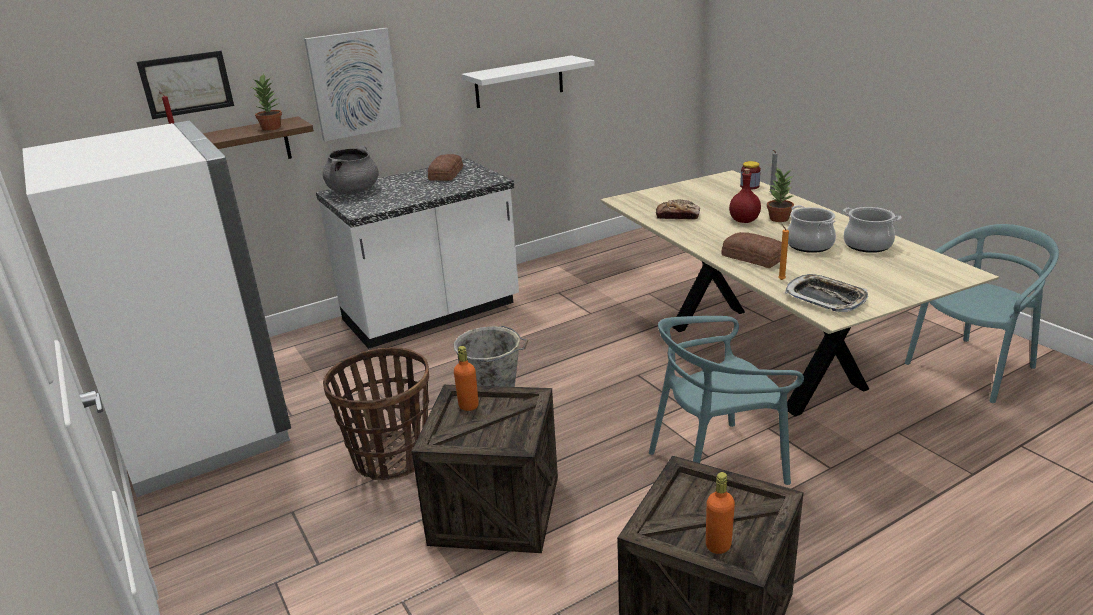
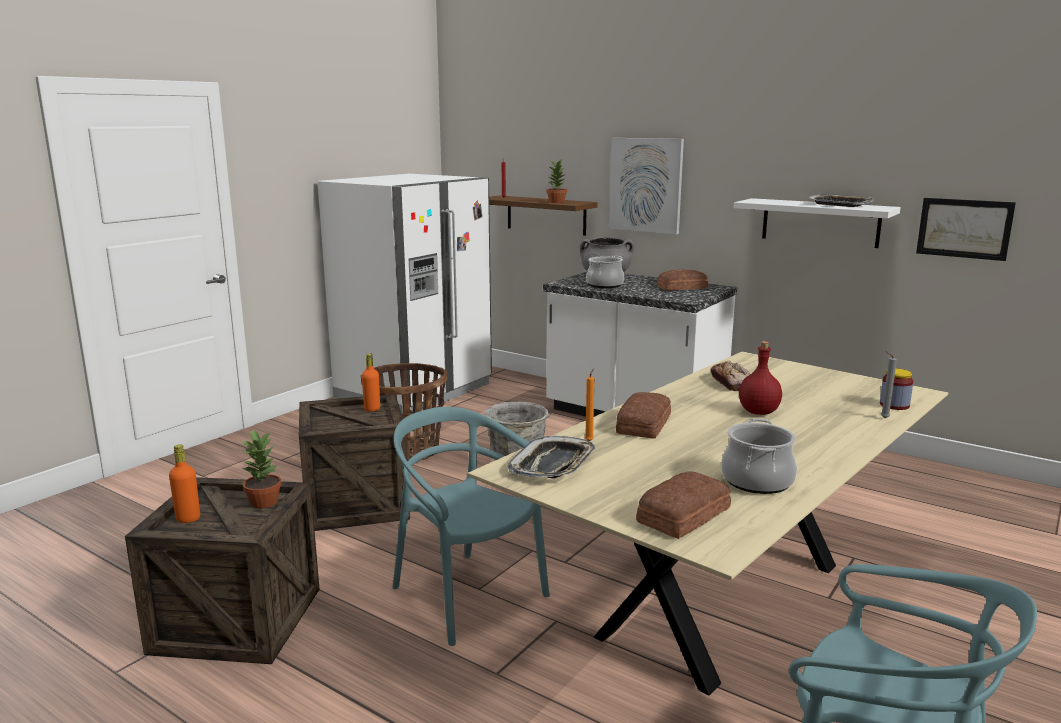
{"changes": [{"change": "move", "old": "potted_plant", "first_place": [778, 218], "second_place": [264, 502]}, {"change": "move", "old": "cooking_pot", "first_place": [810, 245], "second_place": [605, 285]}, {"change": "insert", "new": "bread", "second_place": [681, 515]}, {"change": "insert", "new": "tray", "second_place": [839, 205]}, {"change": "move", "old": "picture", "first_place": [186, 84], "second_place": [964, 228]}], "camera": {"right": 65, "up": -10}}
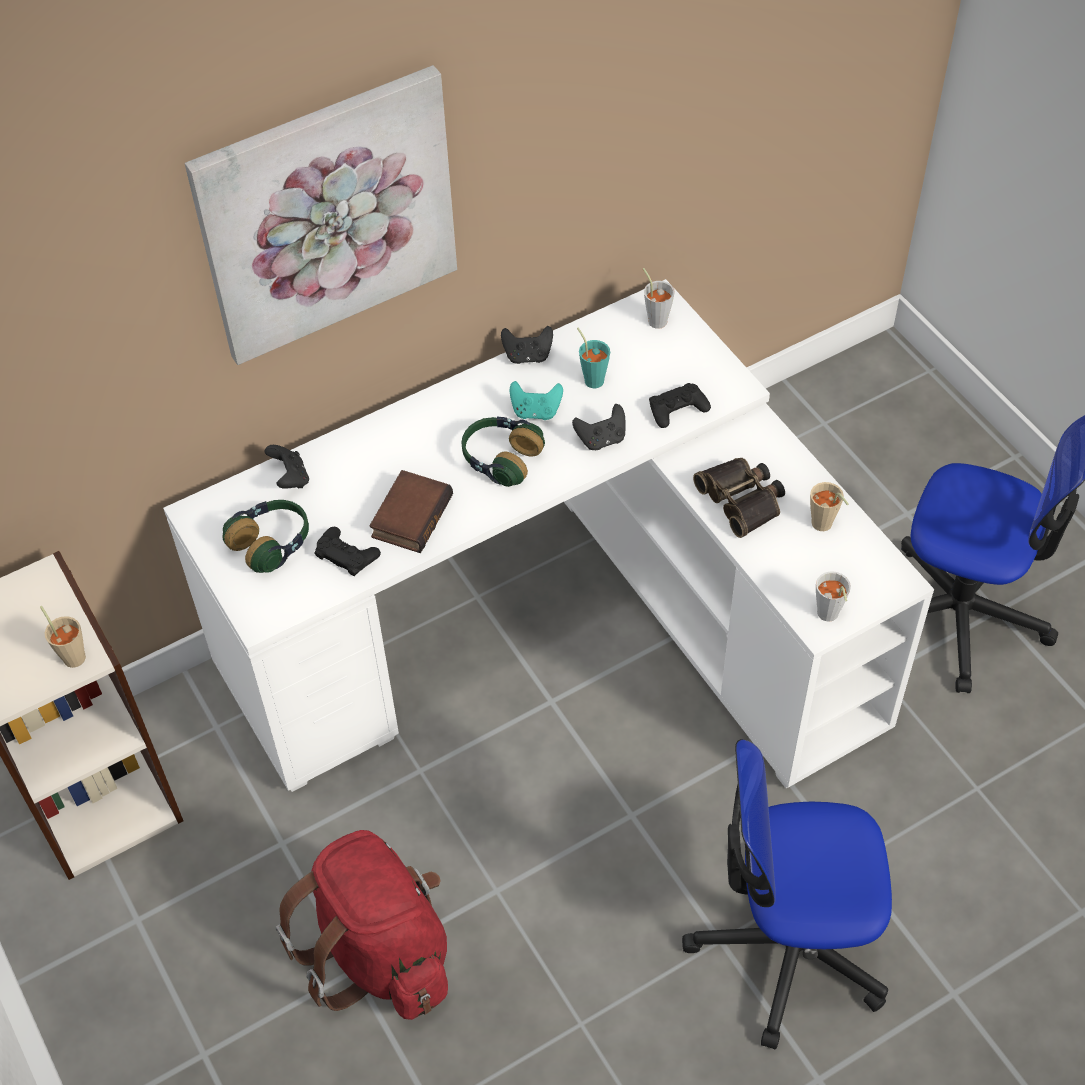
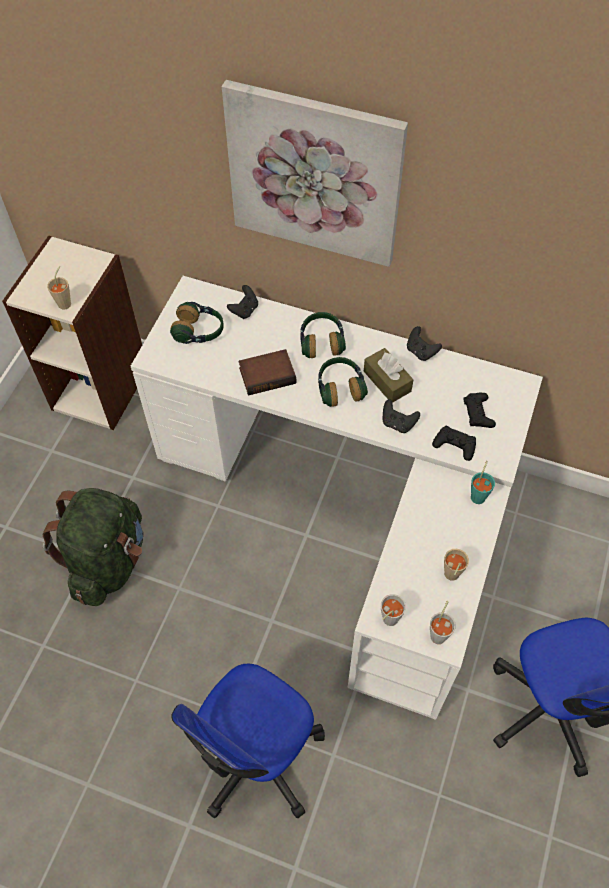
{"changes": [{"change": "recolor", "old": "red_backpack", "new": "green_backpack", "first_place": [380, 952], "second_place": [108, 561]}, {"change": "rotate", "old": "office_chair", "first_place": [788, 946], "second_place": [256, 755], "degrees": -105}, {"change": "insert", "new": "headphones", "second_place": [321, 341]}, {"change": "replace", "old": "turquoise_game_controller", "new": "brown_tissue_box", "first_place": [536, 411], "second_place": [387, 381]}, {"change": "move", "old": "grey_cup", "first_place": [655, 318], "second_place": [439, 633]}, {"change": "move", "old": "black_game_controller", "first_place": [346, 555], "second_place": [478, 413]}, {"change": "move", "old": "turquoise_cup", "first_place": [592, 377], "second_place": [479, 495]}, {"change": "delete", "old": "binoculars", "first_place": [743, 499]}], "camera": {"right": 50, "up": 5}}
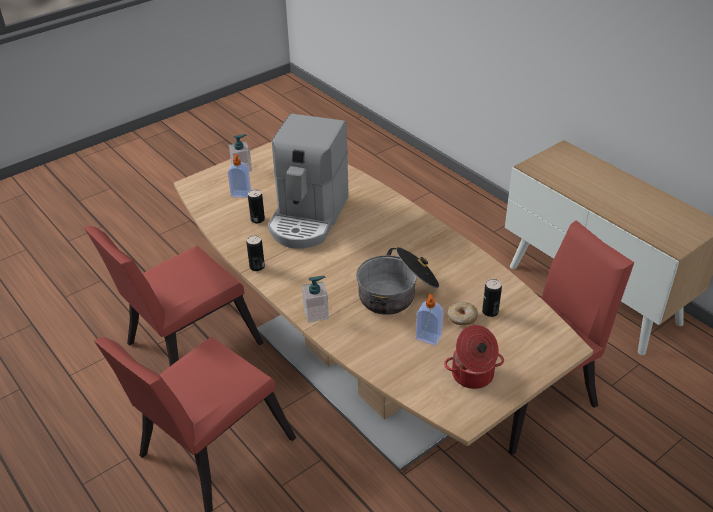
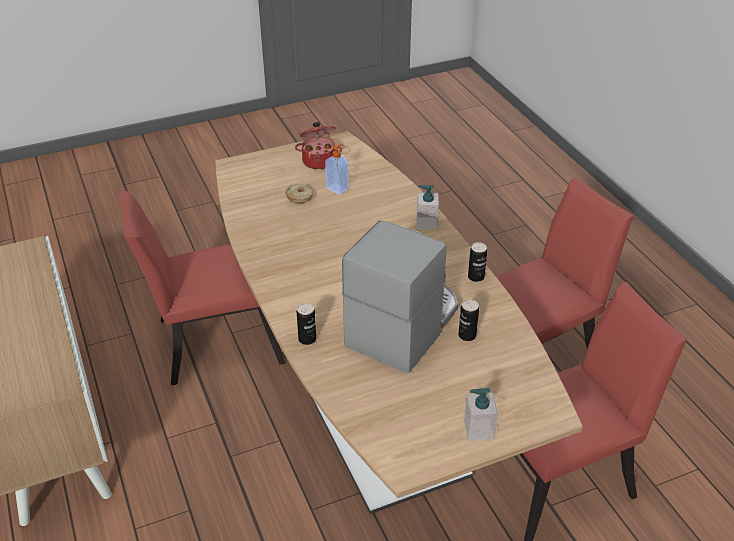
{"changes": [{"change": "move", "old": "can", "first_place": [490, 312], "second_place": [307, 339]}, {"change": "delete", "old": "soap_dispenser", "first_place": [240, 194]}, {"change": "delete", "old": "cooking_pot", "first_place": [397, 293]}], "camera": {"right": -165, "up": 0}}
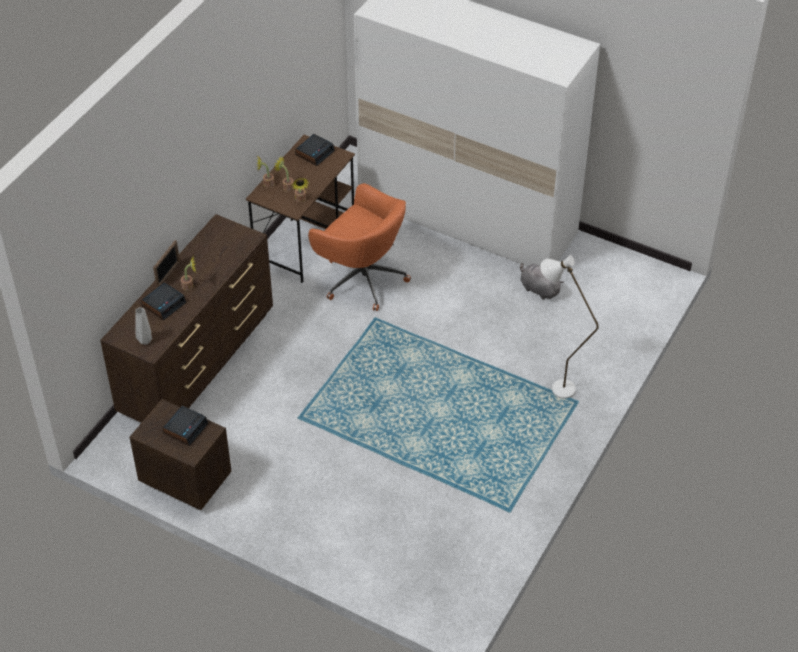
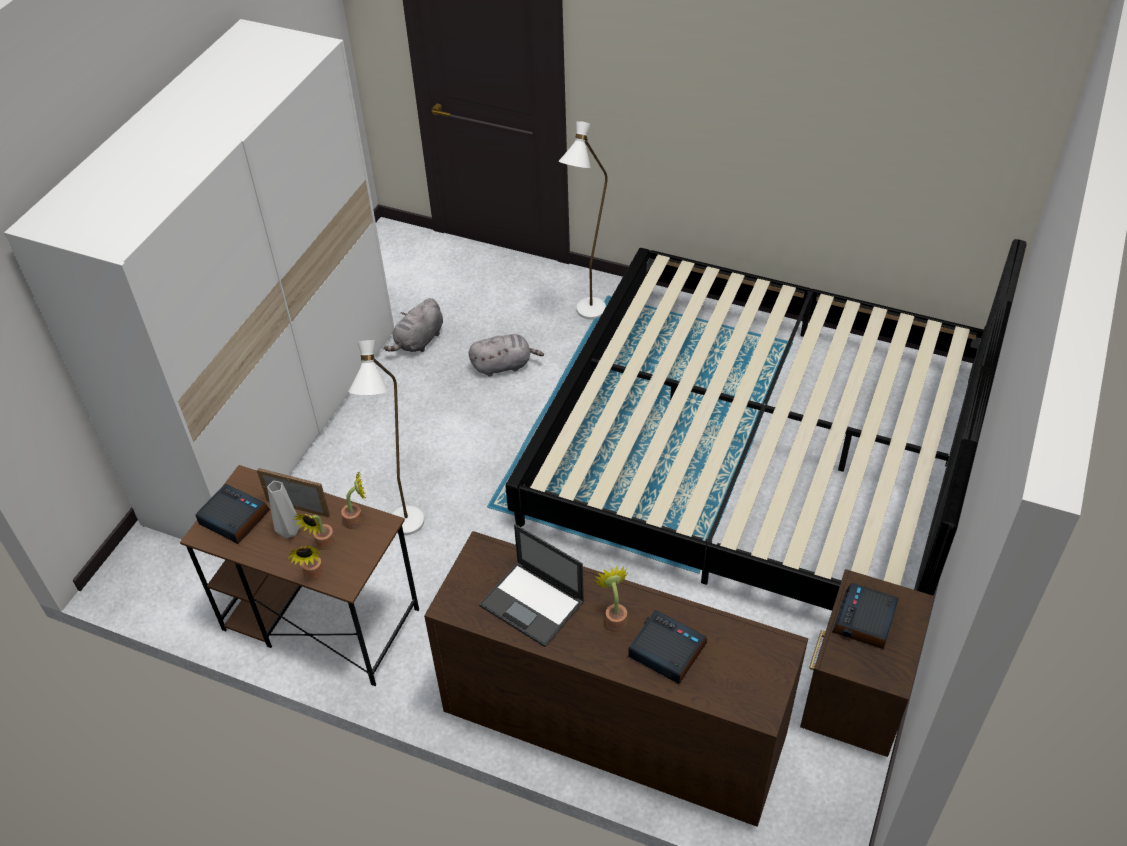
{"changes": [{"change": "move", "old": "picture_frame", "first_place": [168, 275], "second_place": [298, 507]}, {"change": "move", "old": "grey_vase", "first_place": [145, 340], "second_place": [288, 532]}, {"change": "replace", "old": "orange_office_chair", "new": "white_floor_lamp", "first_place": [362, 278], "second_place": [406, 532]}, {"change": "insert", "new": "grey_plush_toy", "second_place": [504, 365]}, {"change": "insert", "new": "laptop", "second_place": [533, 604]}, {"change": "insert", "new": "bed", "second_place": [757, 451]}, {"change": "rotate", "old": "alarm_clock", "first_place": [185, 428], "second_place": [864, 621], "degrees": -90}], "camera": {"right": -95, "up": 0}}
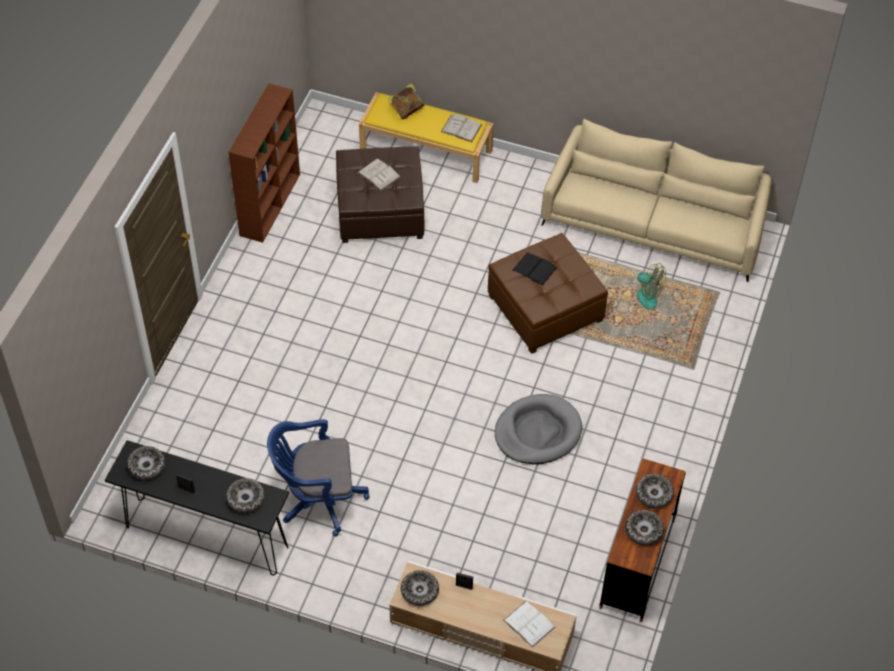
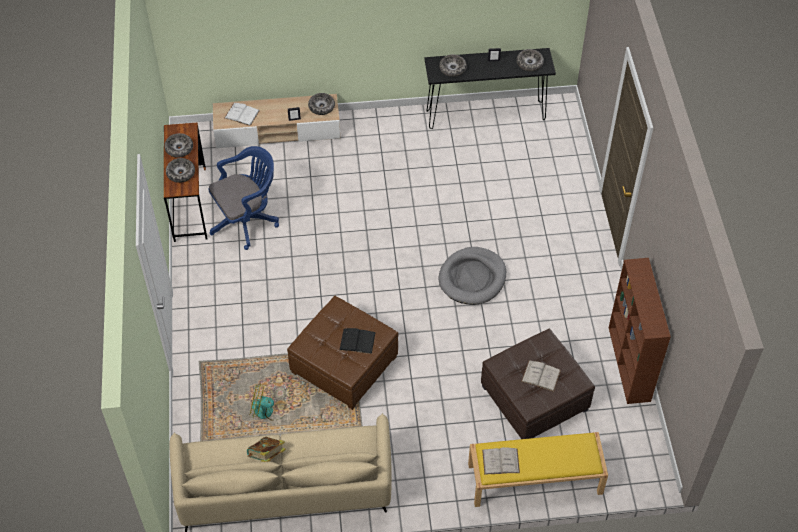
{"changes": [{"change": "move", "old": "blue_office_chair", "first_place": [317, 499], "second_place": [247, 220]}, {"change": "move", "old": "book", "first_place": [407, 110], "second_place": [266, 456]}, {"change": "move", "old": "grey_dog_bed", "first_place": [537, 432], "second_place": [472, 278]}], "camera": {"right": 155, "up": 0}}
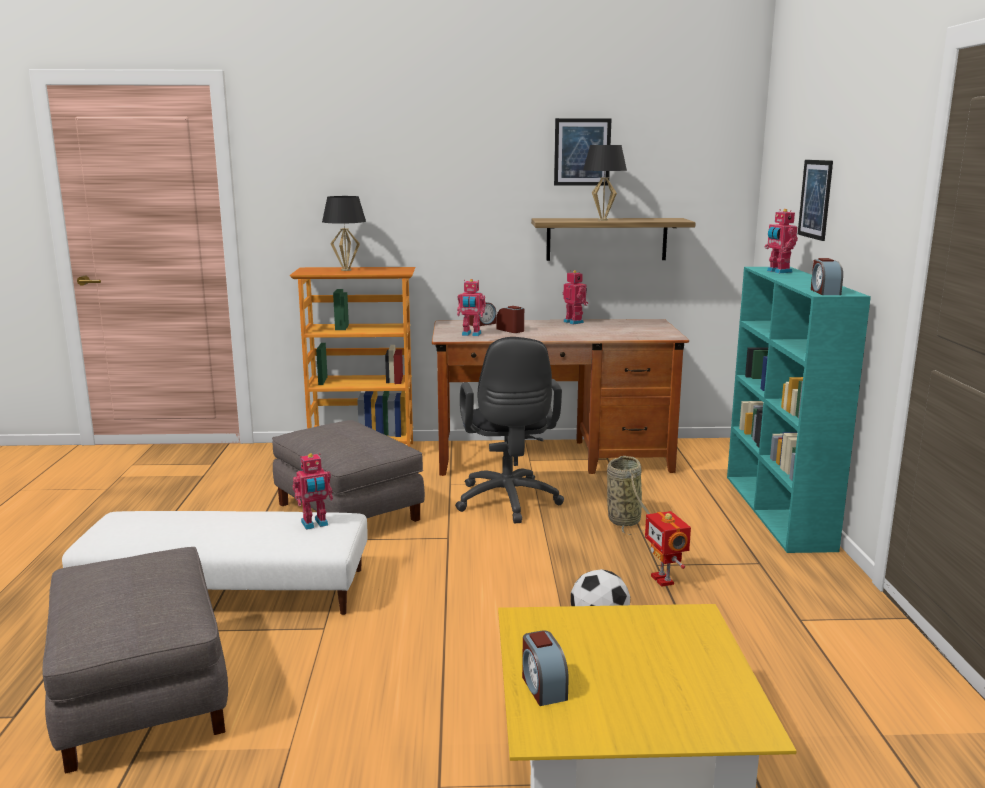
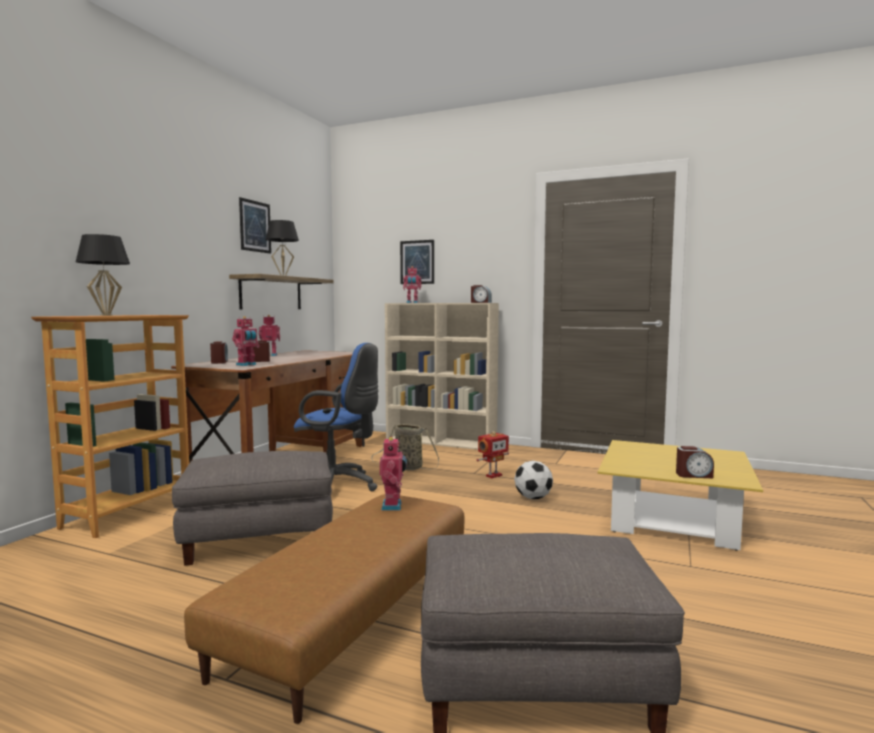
{"changes": [{"change": "recolor", "old": "white_ottoman", "new": "brown_ottoman", "first_place": [227, 589], "second_place": [351, 612]}, {"change": "recolor", "old": "black_office_chair", "new": "blue_office_chair", "first_place": [508, 503], "second_place": [337, 487]}, {"change": "recolor", "old": "turquoise_bookcase", "new": "beige_bookcase", "first_place": [778, 512], "second_place": [441, 442]}, {"change": "rotate", "old": "toy_robot", "first_place": [664, 580], "second_place": [493, 475], "degrees": -45}], "camera": {"right": -65, "up": -10}}
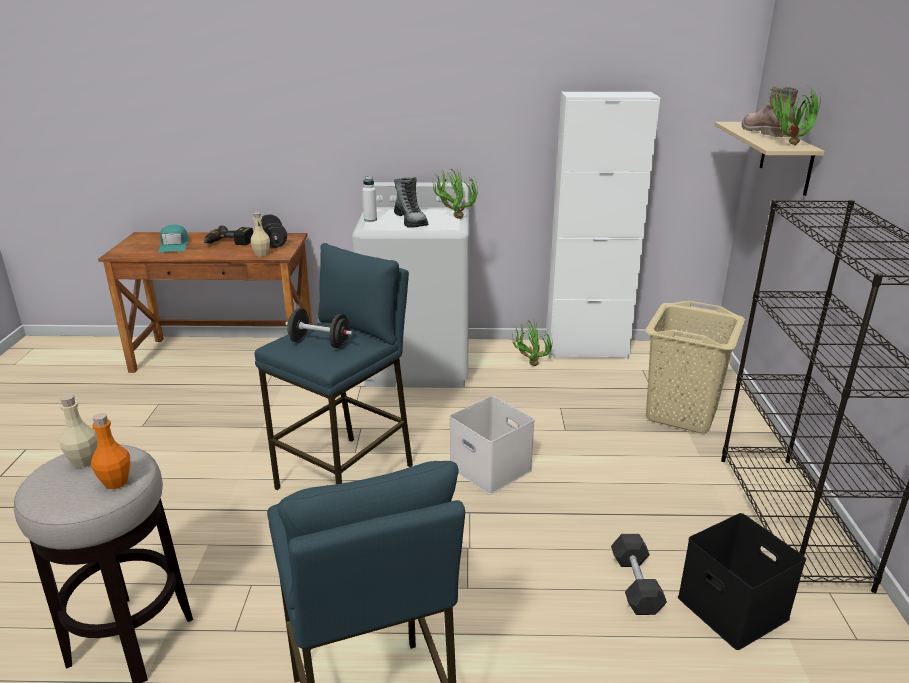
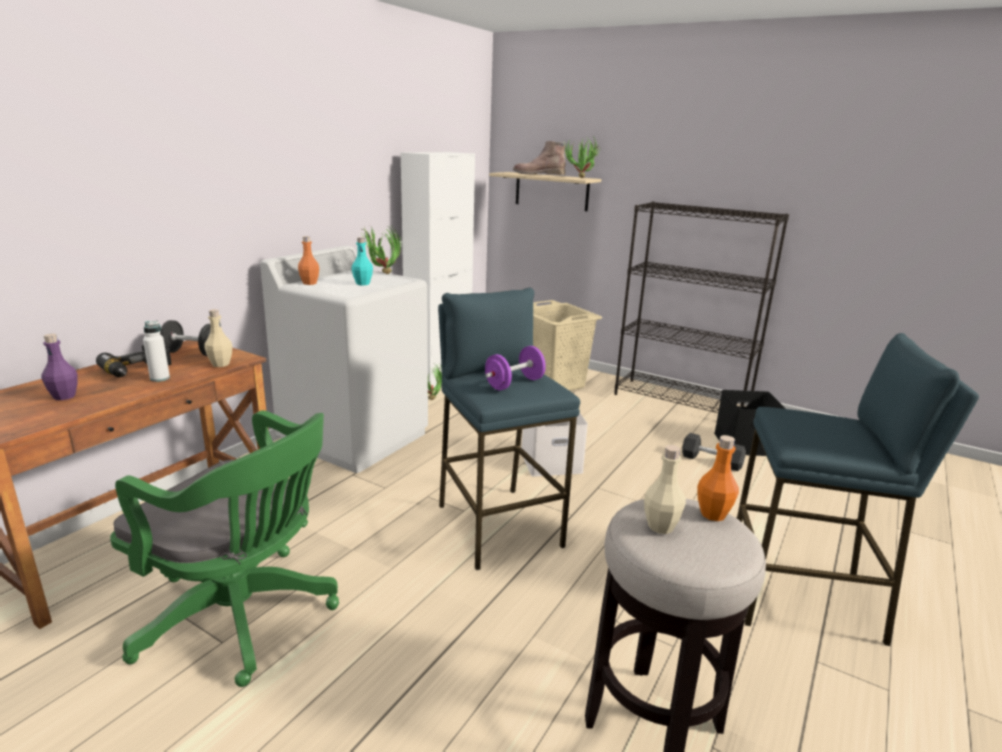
{"changes": [{"change": "replace", "old": "turquoise_cap", "new": "purple_bottle", "first_place": [174, 245], "second_place": [64, 396]}, {"change": "insert", "new": "green_office_chair", "second_place": [245, 617]}, {"change": "move", "old": "white_bottle", "first_place": [370, 220], "second_place": [160, 378]}, {"change": "insert", "new": "orange_bottle", "second_place": [309, 283]}, {"change": "replace", "old": "boot", "new": "turquoise_bottle", "first_place": [411, 221], "second_place": [362, 284]}, {"change": "recolor", "old": "black_dumbbell", "new": "purple_dumbbell", "first_place": [320, 343], "second_place": [514, 384]}], "camera": {"right": -60, "up": -5}}
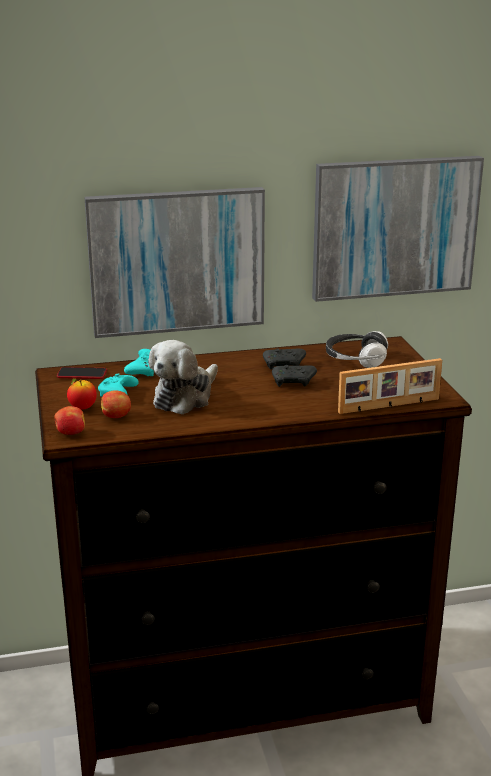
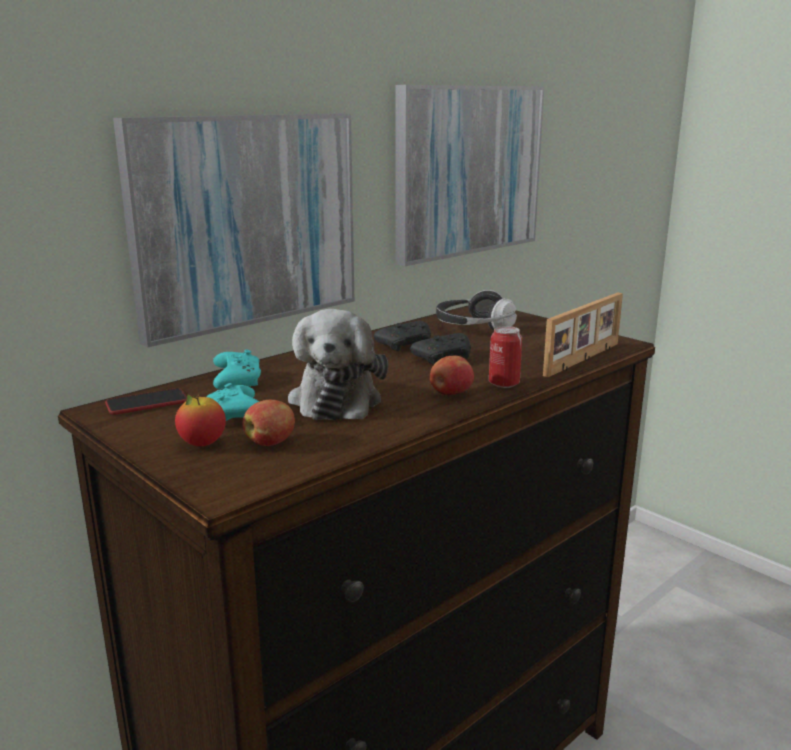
{"changes": [{"change": "move", "old": "apple", "first_place": [70, 433], "second_place": [450, 394]}, {"change": "insert", "new": "can", "second_place": [504, 383]}], "camera": {"right": -30, "up": -5}}
